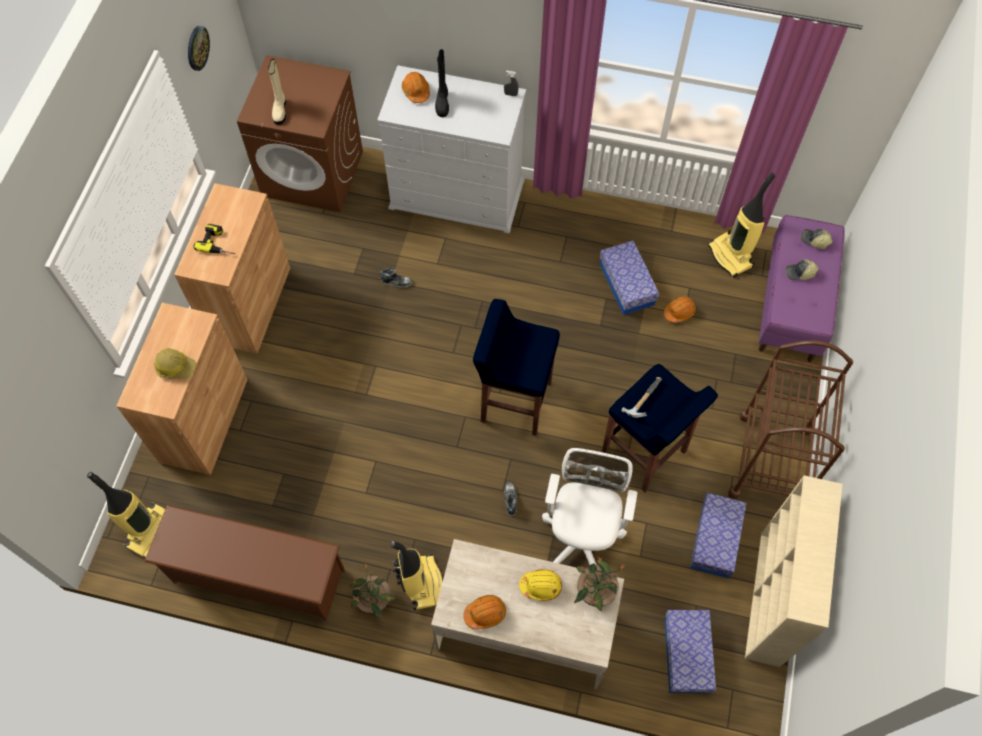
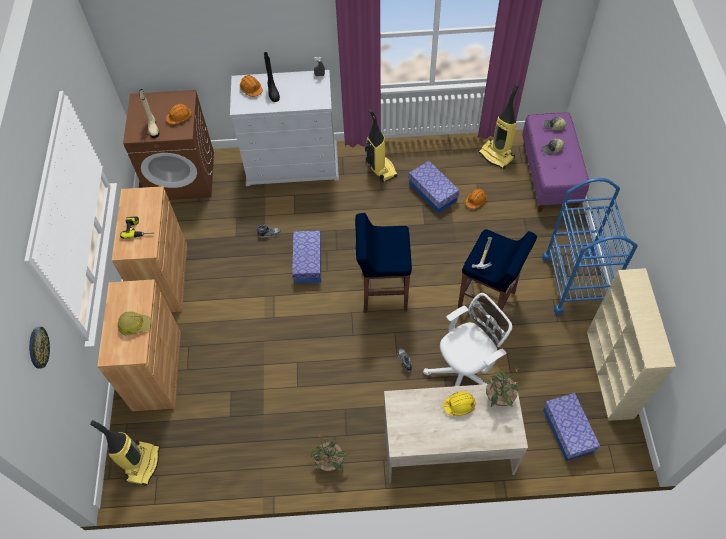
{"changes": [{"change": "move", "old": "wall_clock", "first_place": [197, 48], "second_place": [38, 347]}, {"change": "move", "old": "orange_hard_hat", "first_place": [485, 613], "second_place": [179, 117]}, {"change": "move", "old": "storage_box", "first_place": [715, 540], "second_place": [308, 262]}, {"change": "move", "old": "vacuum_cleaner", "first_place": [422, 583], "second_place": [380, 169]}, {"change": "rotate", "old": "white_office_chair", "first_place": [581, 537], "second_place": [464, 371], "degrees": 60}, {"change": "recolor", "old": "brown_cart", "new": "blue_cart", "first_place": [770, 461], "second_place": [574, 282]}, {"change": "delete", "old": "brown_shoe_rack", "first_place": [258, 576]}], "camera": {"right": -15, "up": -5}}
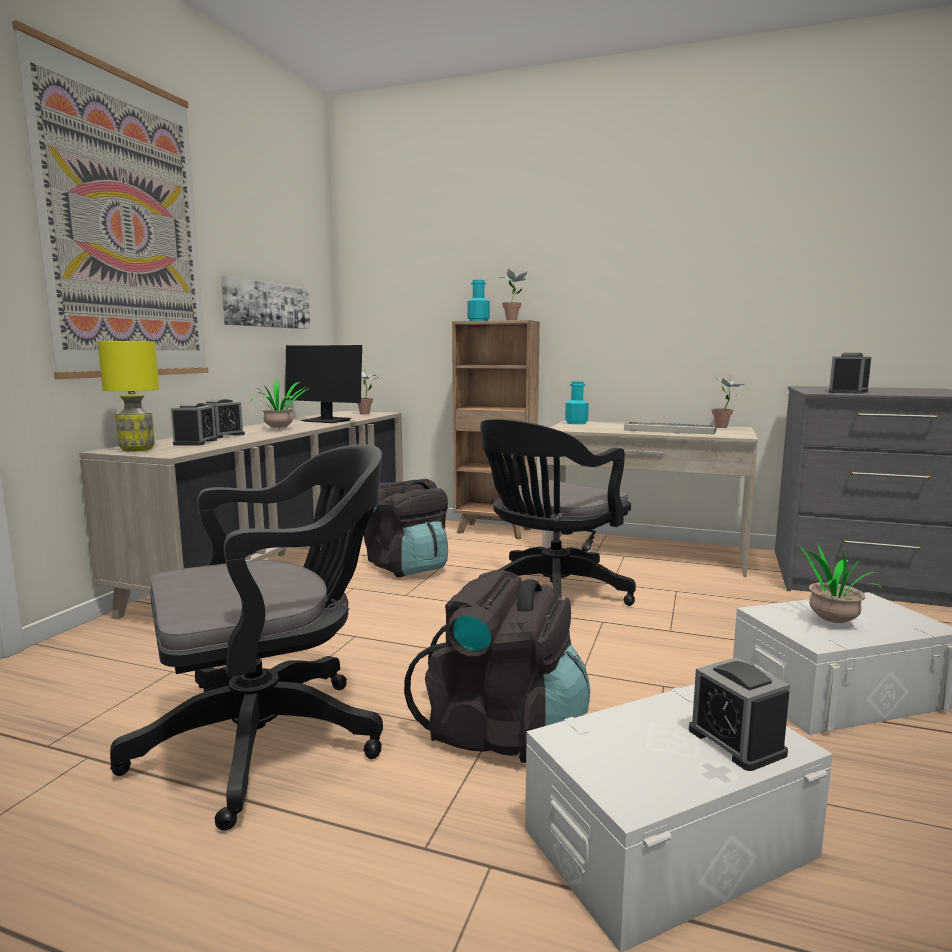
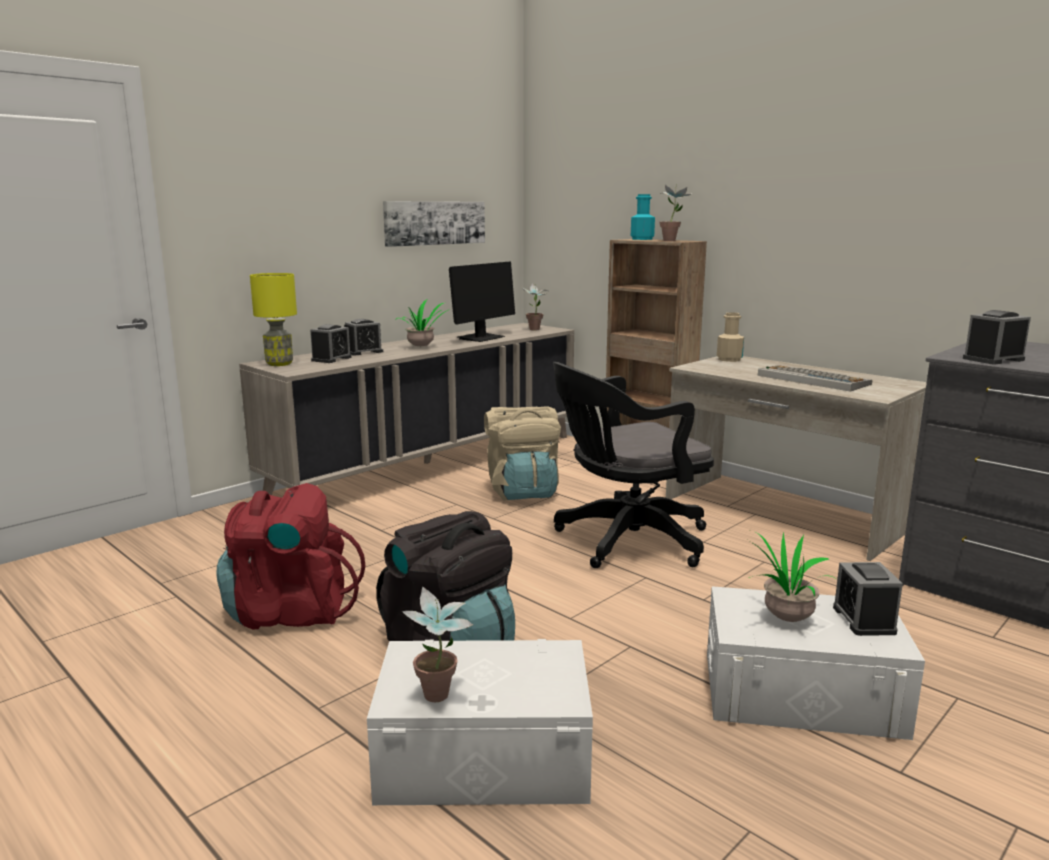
{"changes": [{"change": "replace", "old": "black_office_chair", "new": "red_backpack", "first_place": [273, 738], "second_place": [290, 612]}, {"change": "move", "old": "potted_plant", "first_place": [725, 427], "second_place": [440, 700]}, {"change": "rotate", "old": "monitor", "first_place": [326, 421], "second_place": [481, 338], "degrees": -105}, {"change": "recolor", "old": "black_backpack", "new": "beige_backpack", "first_place": [408, 567], "second_place": [522, 492]}, {"change": "recolor", "old": "turquoise_bottle", "new": "beige_bottle", "first_place": [576, 423], "second_place": [729, 359]}, {"change": "move", "old": "alarm_clock", "first_place": [736, 742], "second_place": [864, 620]}, {"change": "delete", "old": "picture", "first_place": [125, 227]}], "camera": {"right": 25, "up": 5}}
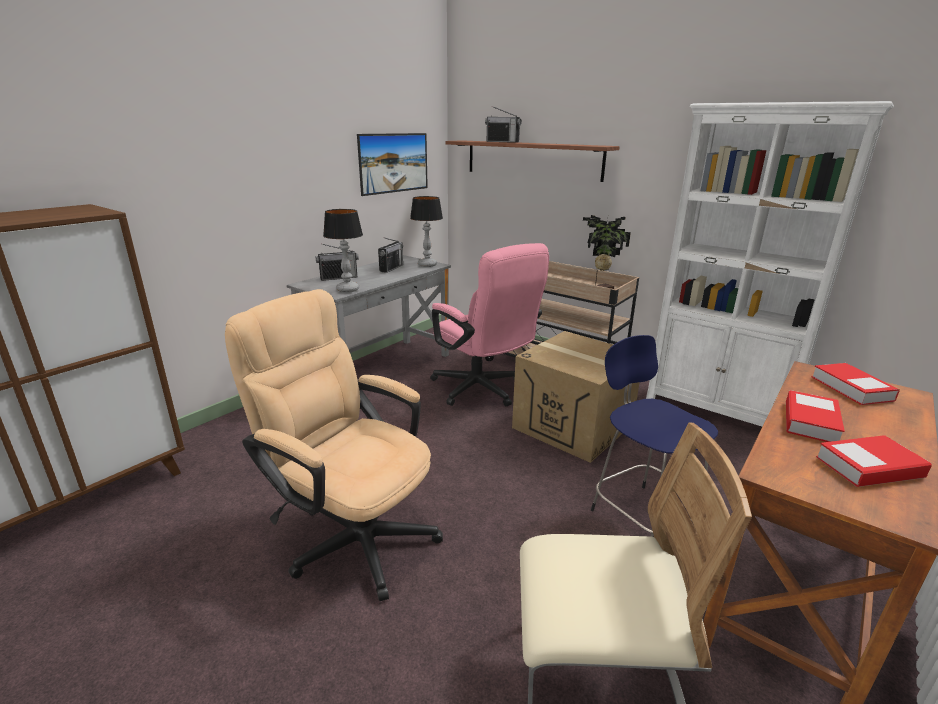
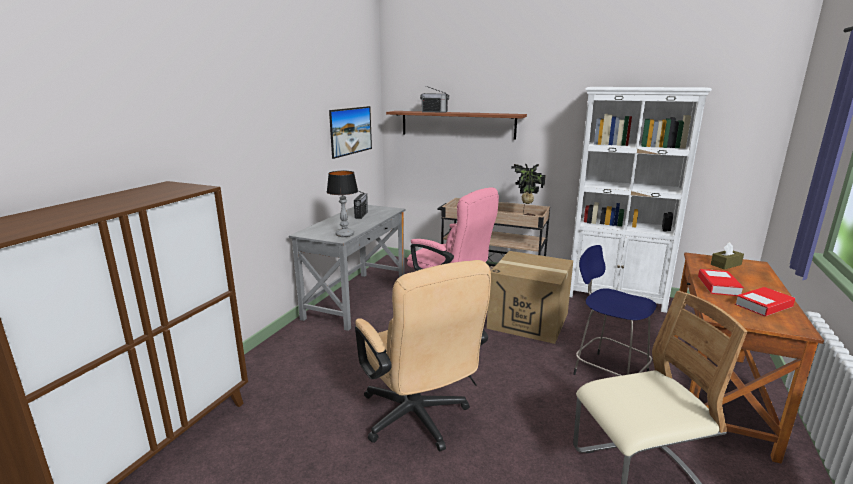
{"changes": [{"change": "rotate", "old": "beige_office_chair", "first_place": [352, 534], "second_place": [418, 421], "degrees": -135}, {"change": "replace", "old": "book", "new": "brown_tissue_box", "first_place": [851, 388], "second_place": [725, 264]}, {"change": "delete", "old": "radio", "first_place": [339, 278]}, {"change": "delete", "old": "table_lamp", "first_place": [427, 265]}], "camera": {"right": -15, "up": -5}}
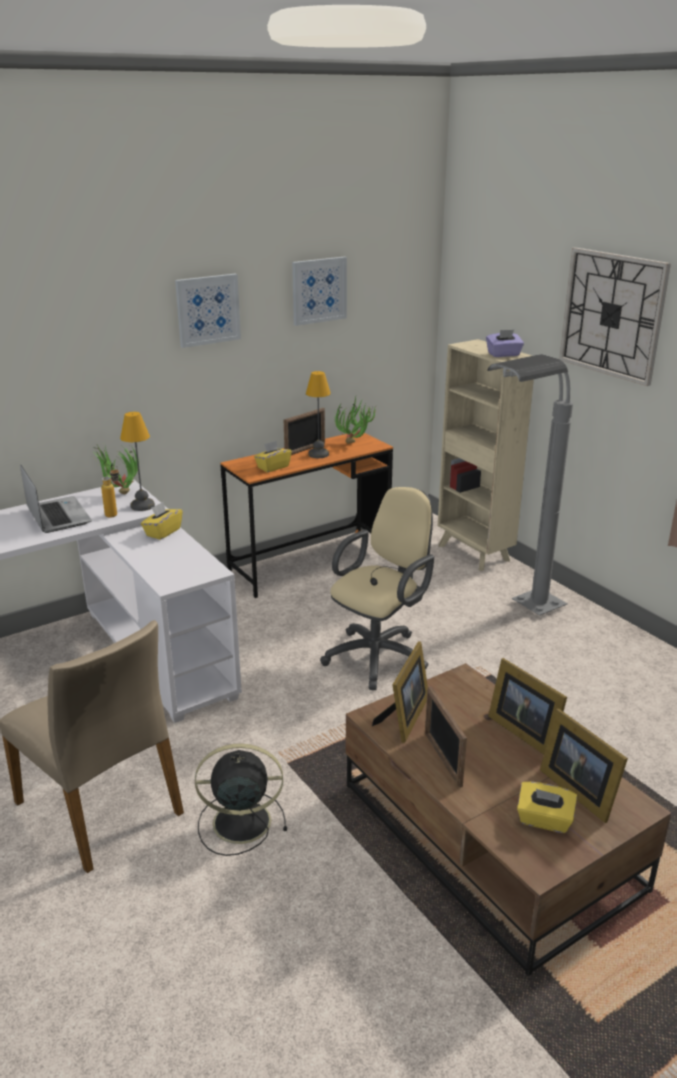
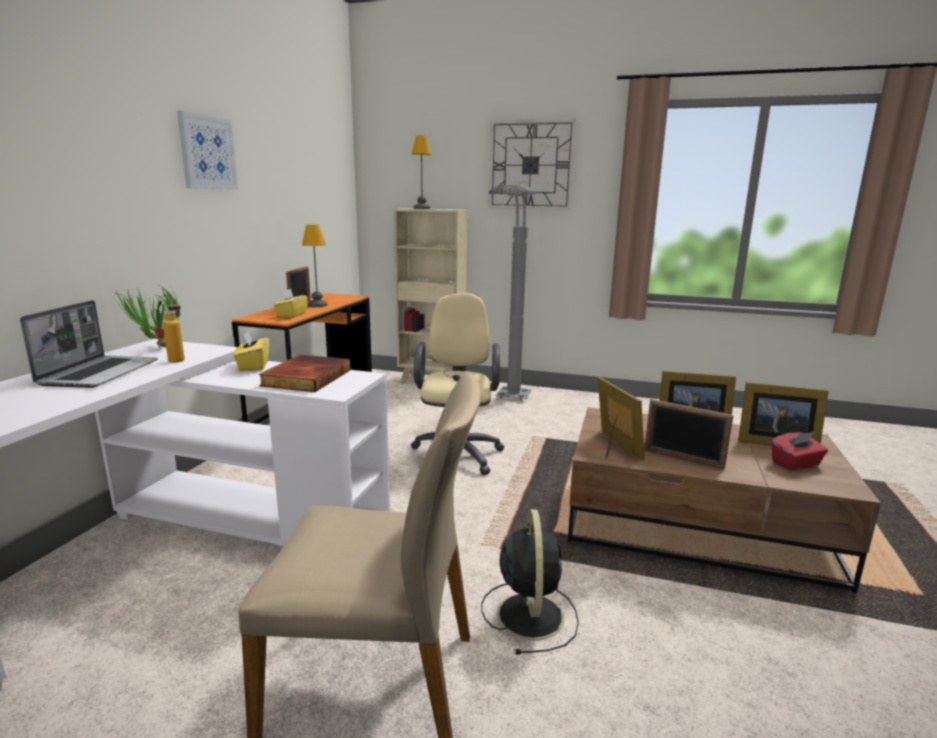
{"changes": [{"change": "rotate", "old": "laptop", "first_place": [57, 516], "second_place": [100, 373], "degrees": 75}, {"change": "insert", "new": "book", "second_place": [305, 377]}, {"change": "move", "old": "table_lamp", "first_place": [141, 506], "second_place": [421, 208]}, {"change": "rotate", "old": "black_fan", "first_place": [239, 822], "second_place": [529, 613], "degrees": 135}, {"change": "recolor", "old": "yellow_tissue_box", "new": "red_tissue_box", "first_place": [544, 820], "second_place": [796, 464]}, {"change": "delete", "old": "picture", "first_place": [319, 290]}, {"change": "delete", "old": "potted_plant", "first_place": [354, 444]}, {"change": "delete", "old": "purple_tissue_box", "first_place": [503, 355]}], "camera": {"right": -40, "up": -10}}
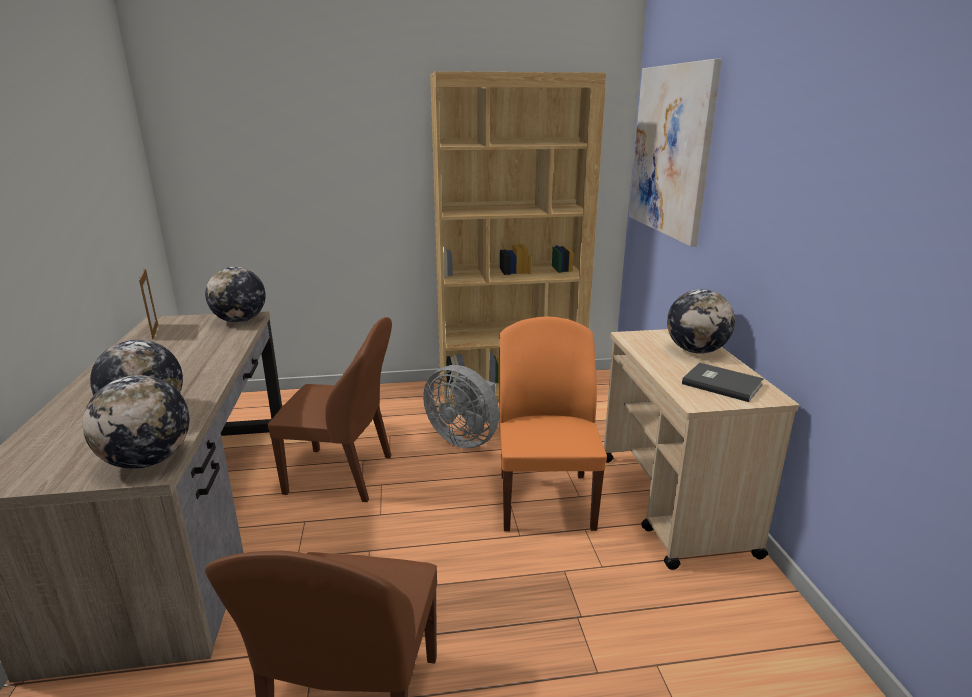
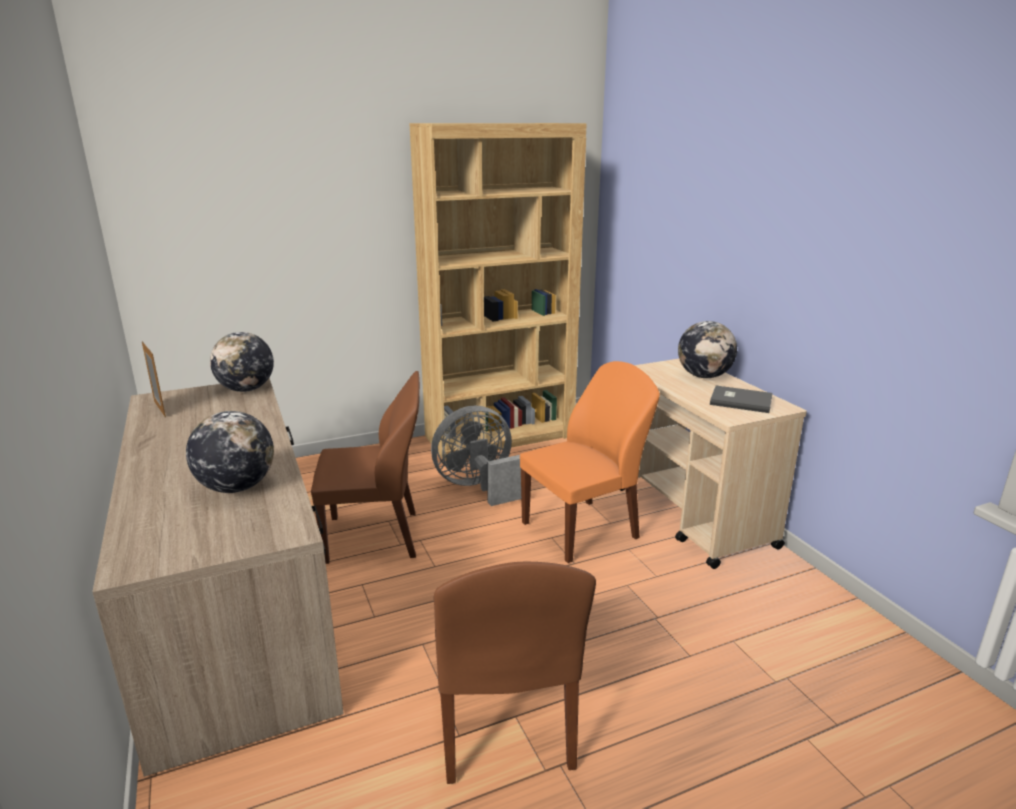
{"changes": [{"change": "rotate", "old": "grey_fan", "first_place": [465, 438], "second_place": [480, 487], "degrees": 135}, {"change": "rotate", "old": "orange_chair", "first_place": [546, 499], "second_place": [582, 530], "degrees": 75}, {"change": "delete", "old": "globe", "first_place": [148, 461]}, {"change": "delete", "old": "picture", "first_place": [670, 151]}], "camera": {"right": -15, "up": 0}}
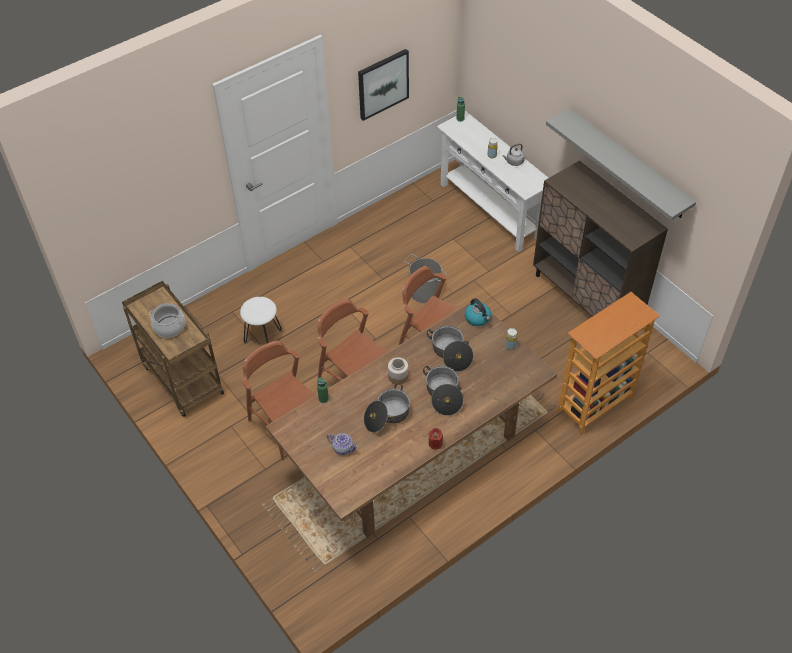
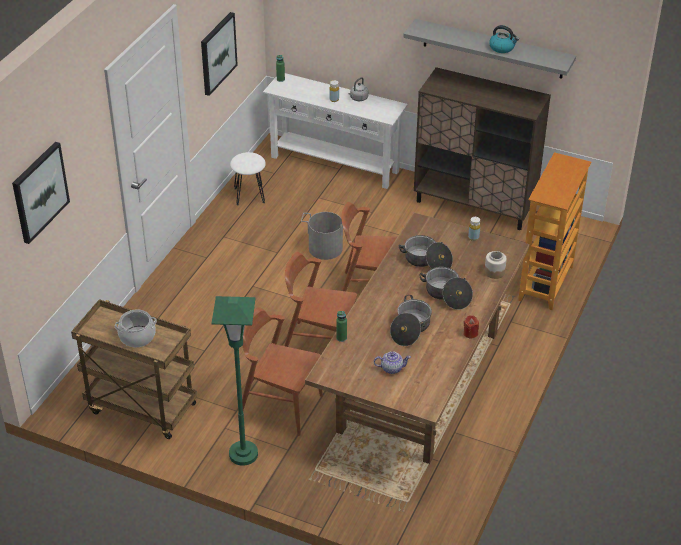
{"changes": [{"change": "insert", "new": "picture", "second_place": [39, 192]}, {"change": "insert", "new": "green_floor_lamp", "second_place": [243, 454]}, {"change": "move", "old": "white_stool", "first_place": [263, 336], "second_place": [249, 195]}, {"change": "move", "old": "jar", "first_place": [398, 376], "second_place": [494, 272]}, {"change": "move", "old": "kettle", "first_place": [478, 318], "second_place": [502, 48]}], "camera": {"right": -30, "up": -10}}
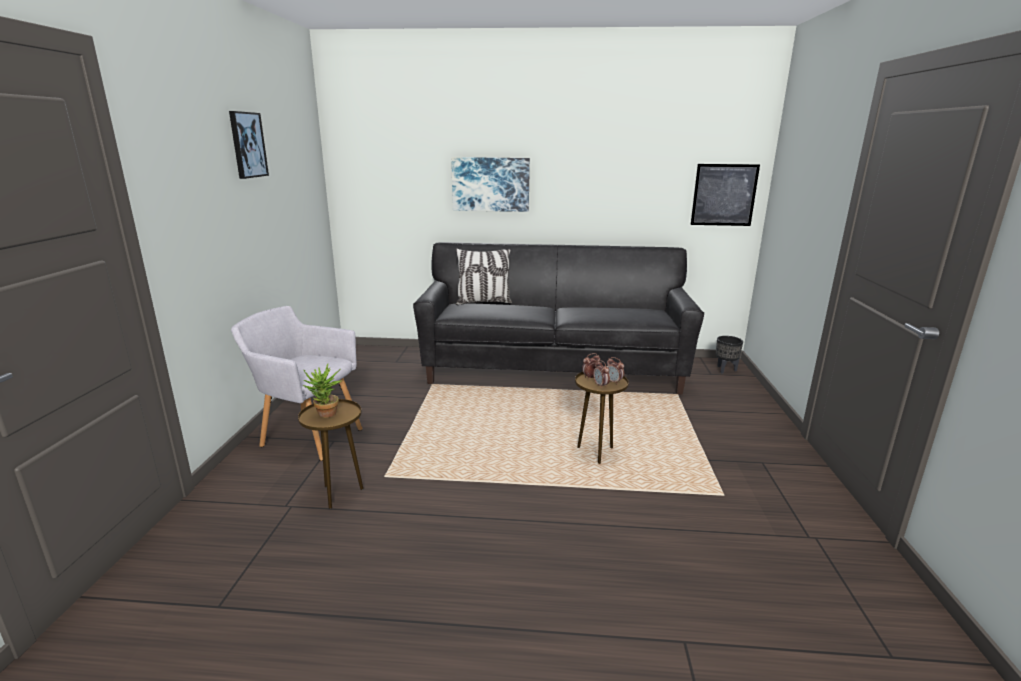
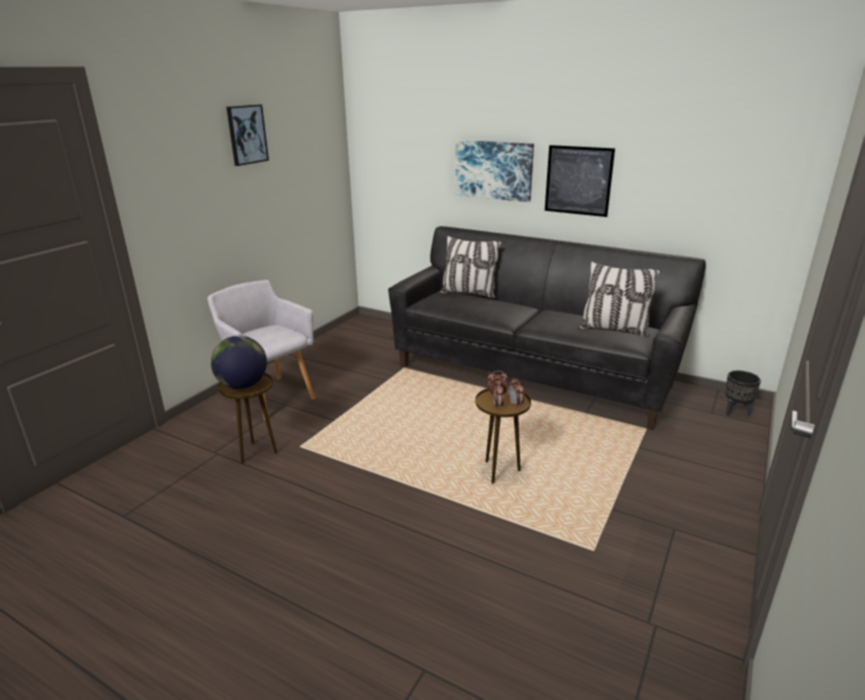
{"changes": [{"change": "replace", "old": "potted_plant", "new": "globe", "first_place": [326, 415], "second_place": [242, 385]}, {"change": "move", "old": "picture", "first_place": [724, 195], "second_place": [578, 180]}, {"change": "insert", "new": "pillow", "second_place": [614, 330]}], "camera": {"right": 25, "up": 5}}
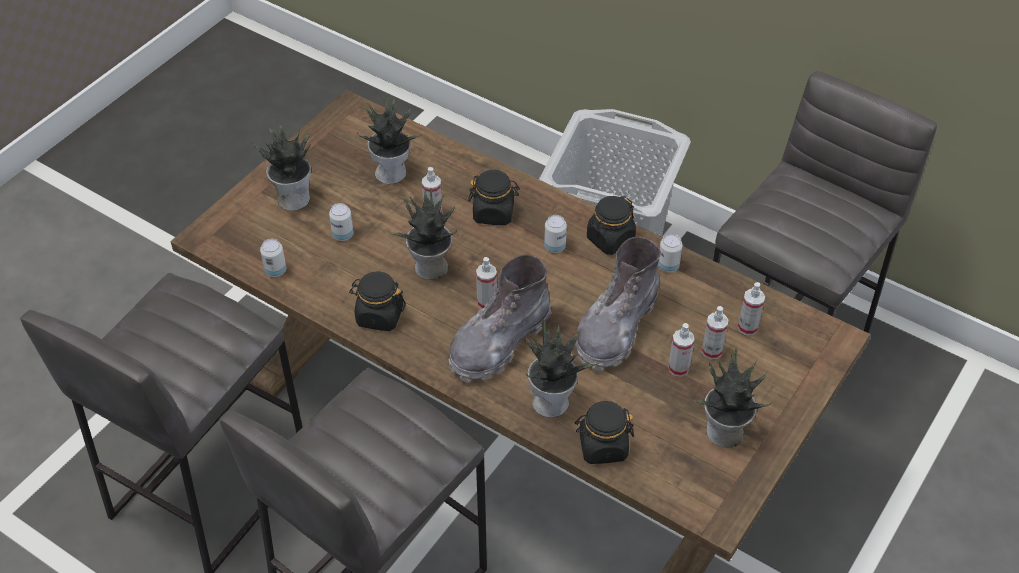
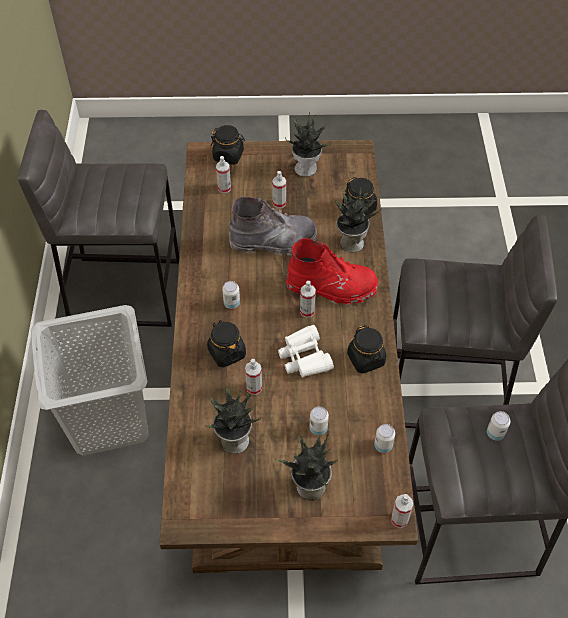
{"changes": [{"change": "move", "old": "black_jar", "first_place": [610, 239], "second_place": [228, 155]}, {"change": "replace", "old": "potted_plant", "new": "white_binoculars", "first_place": [430, 268], "second_place": [304, 357]}, {"change": "recolor", "old": "grey_boot", "new": "red_boot", "first_place": [499, 342], "second_place": [332, 288]}, {"change": "move", "old": "spray_bottle", "first_place": [711, 351], "second_place": [399, 519]}, {"change": "move", "old": "can", "first_place": [668, 266], "second_place": [495, 433]}], "camera": {"right": -125, "up": 5}}
